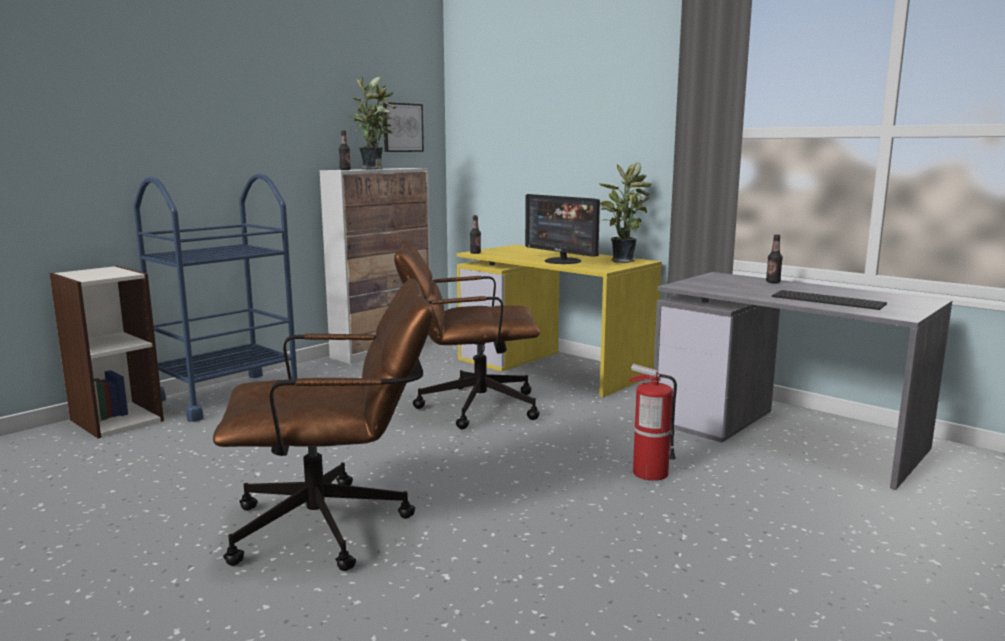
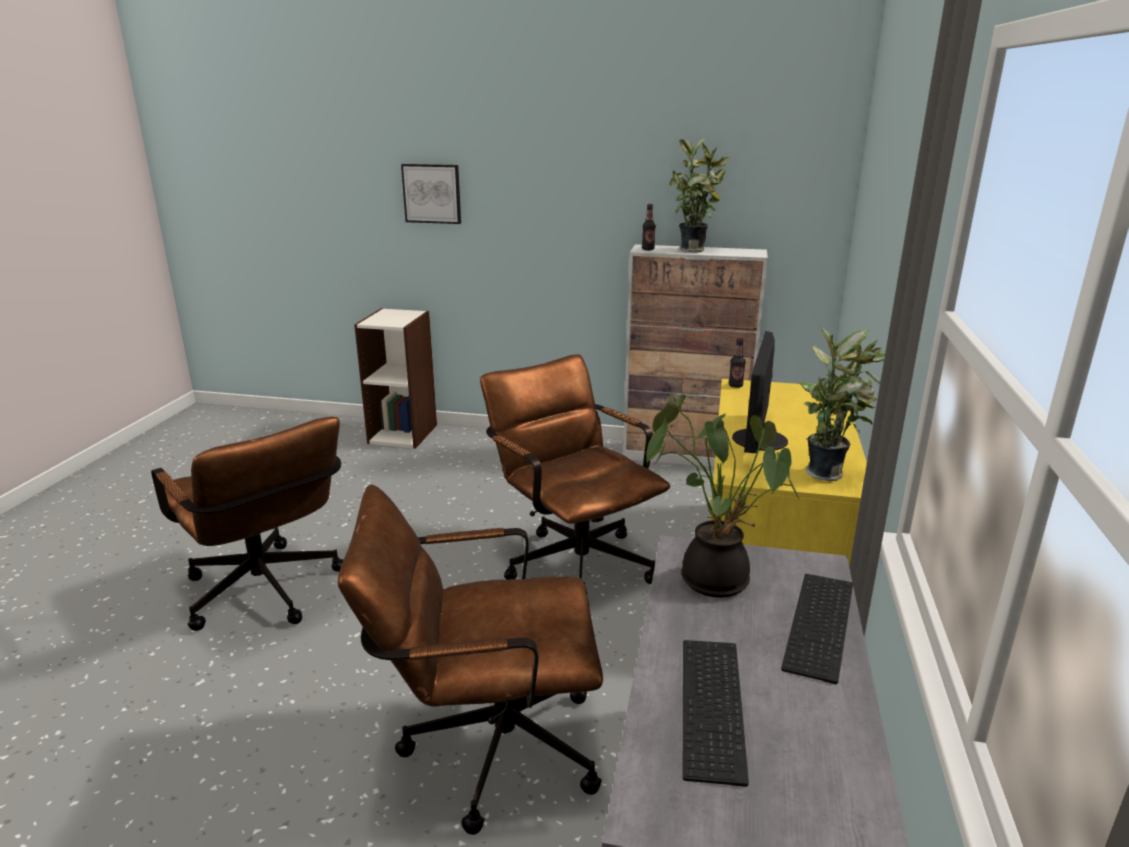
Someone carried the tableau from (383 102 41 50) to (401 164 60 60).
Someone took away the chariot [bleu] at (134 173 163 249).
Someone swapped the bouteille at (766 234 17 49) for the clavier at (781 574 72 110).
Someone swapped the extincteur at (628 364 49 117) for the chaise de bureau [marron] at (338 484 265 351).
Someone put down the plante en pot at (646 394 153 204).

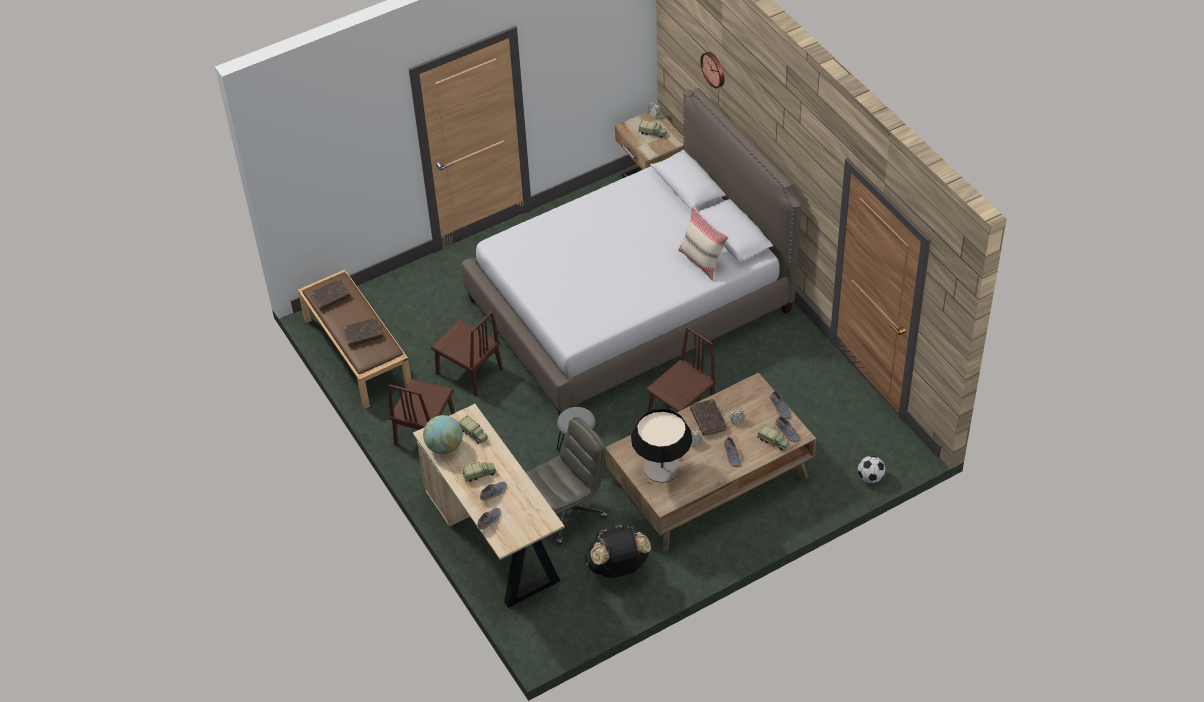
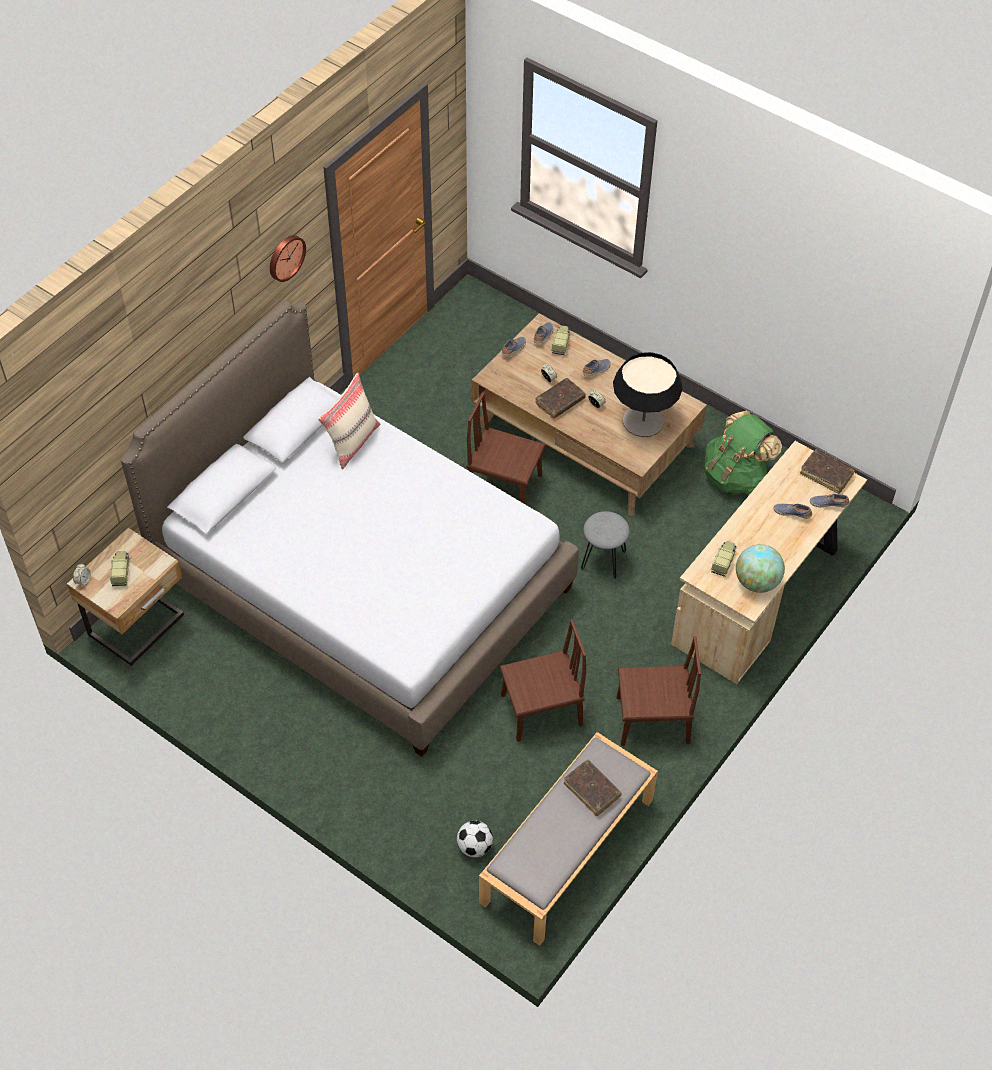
Someone carried the horloge murale from (700 52 25 36) to (270 235 36 47).
Someone repainted the banc [marron] at (298 270 113 139), which became the banc [gris] at (479 732 179 214).
Someone carried the livre [marron] from (309 279 42 32) to (800 449 55 45).
Someone rotated the chaise [marron] at (431 311 72 86) by 60 degrees clockwise.
Someone took away the chaise de bureau [gris] at (526 417 82 128).
Someone carried the ballon de foot from (858 456 27 27) to (457 821 36 36).
Someone took away the camion jouet at (462 462 34 20).
Someone repainted the sac à dos [noir] at (585 525 66 53), which became the sac à dos [vert] at (704 410 78 84).

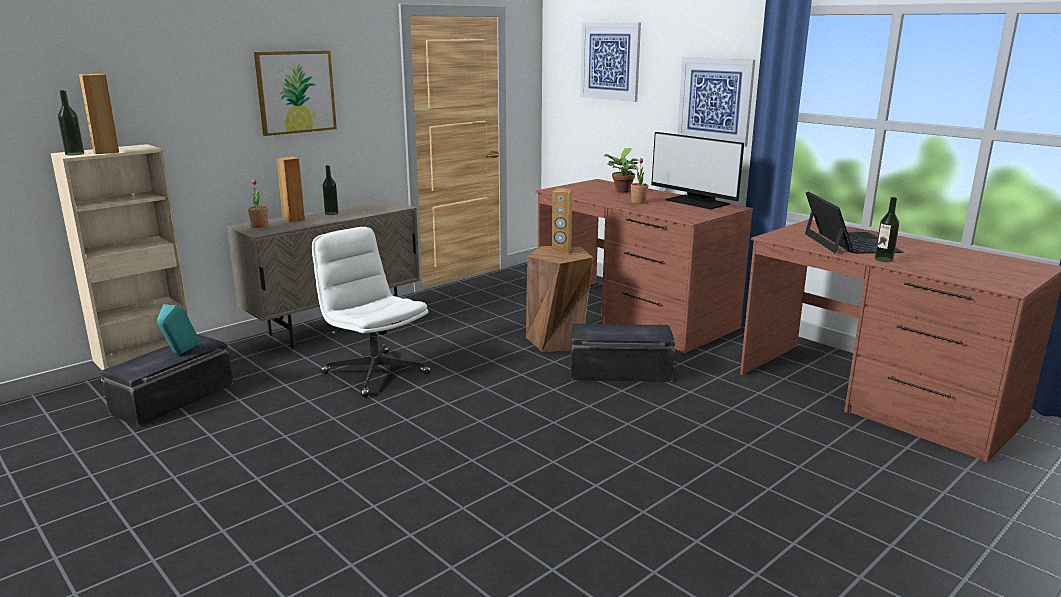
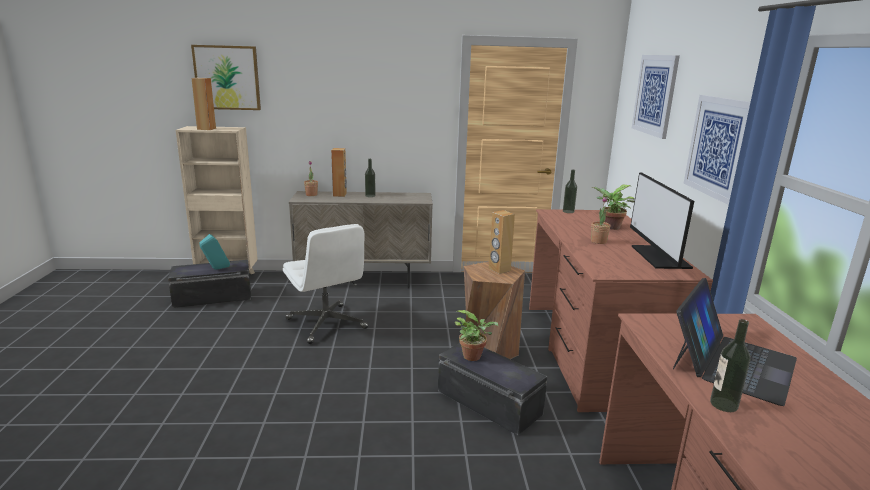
Someone carried the tableau from (254 50 83 86) to (191 45 70 65).
Someone carried the bouteille from (58 90 26 65) to (563 170 14 43).
Someone rotated the chaise de bureau [blanc] at (312 227 119 170) by 150 degrees clockwise.
Someone put down the plante en pot at (455 310 43 51).

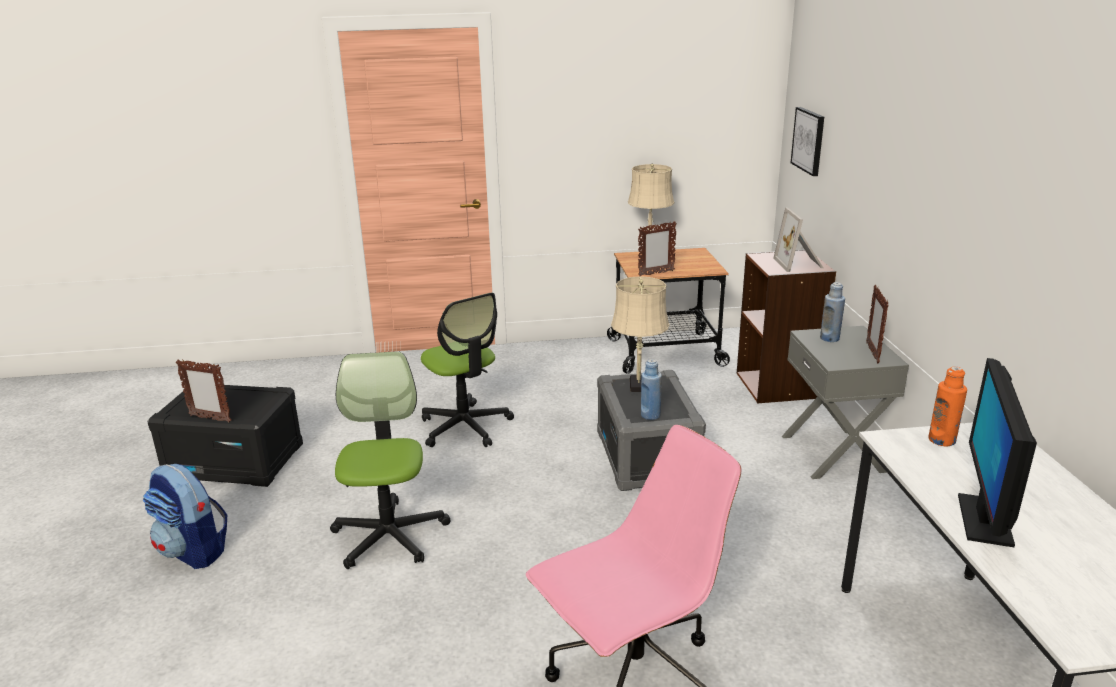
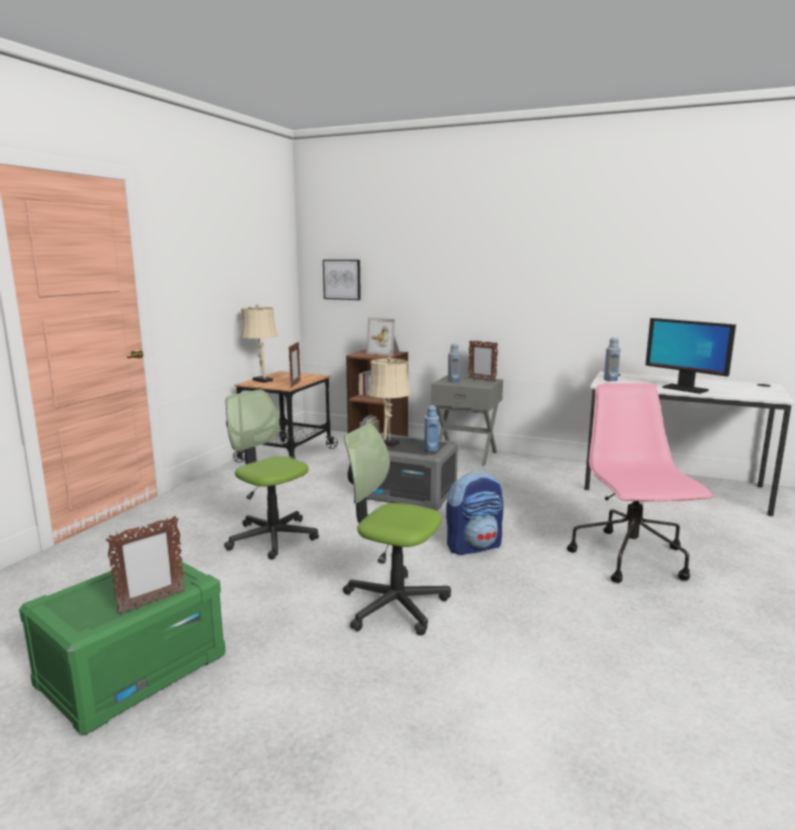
Someone rotated the chaise de bureau at (421 293 93 154) by 135 degrees counterclockwise.
Someone repainted the bouteille [orange] at (928 367 39 80), which became the bouteille [bleu] at (604 338 17 43).
Someone repainted the boîte de rangement [noir] at (147 385 156 102), which became the boîte de rangement [vert] at (19 559 206 176).
Someone carried the sac à dos from (143 464 84 105) to (446 472 58 83).

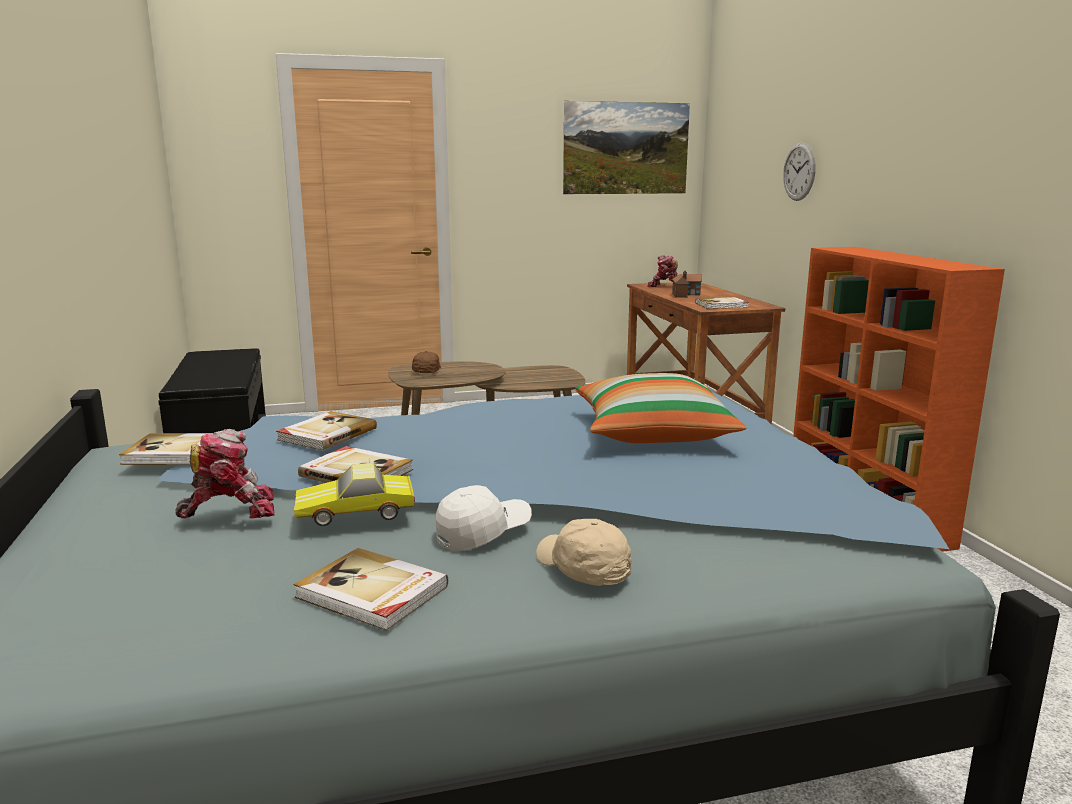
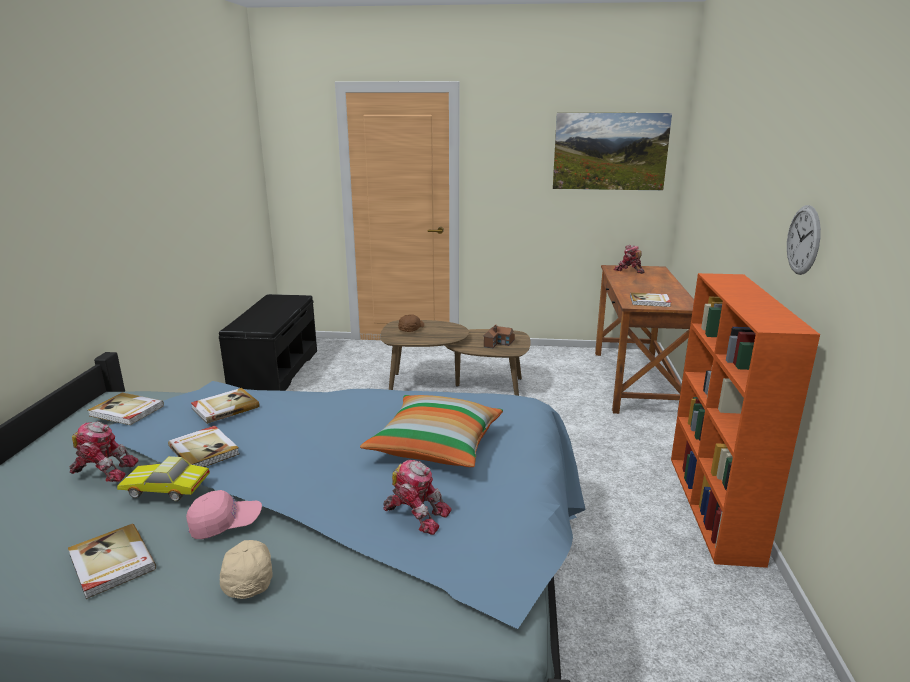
Someone carried the horloge murale from (783 142 33 59) to (787 205 34 70).
Someone carried the maison miniature from (672 271 30 27) to (483 325 32 23).
Someone repainted the casquette [blanc] at (436 485 96 66), which became the casquette [rose] at (186 490 76 49).
Someone put down the robot jouet at (383 460 69 75).

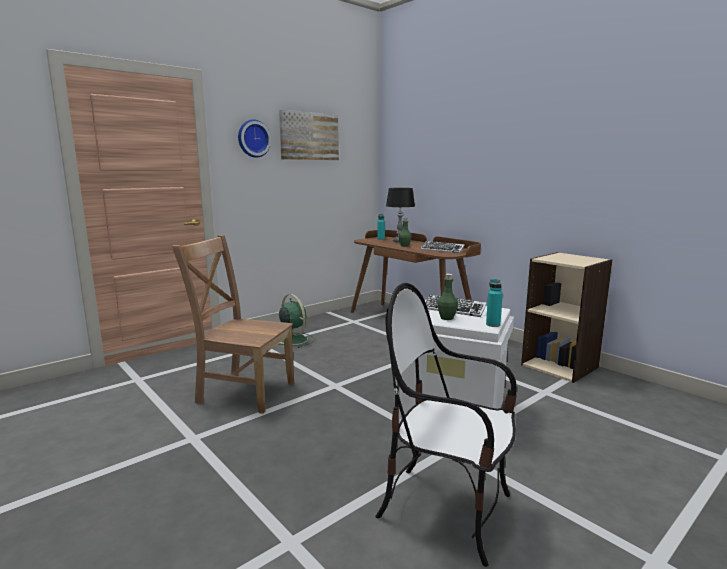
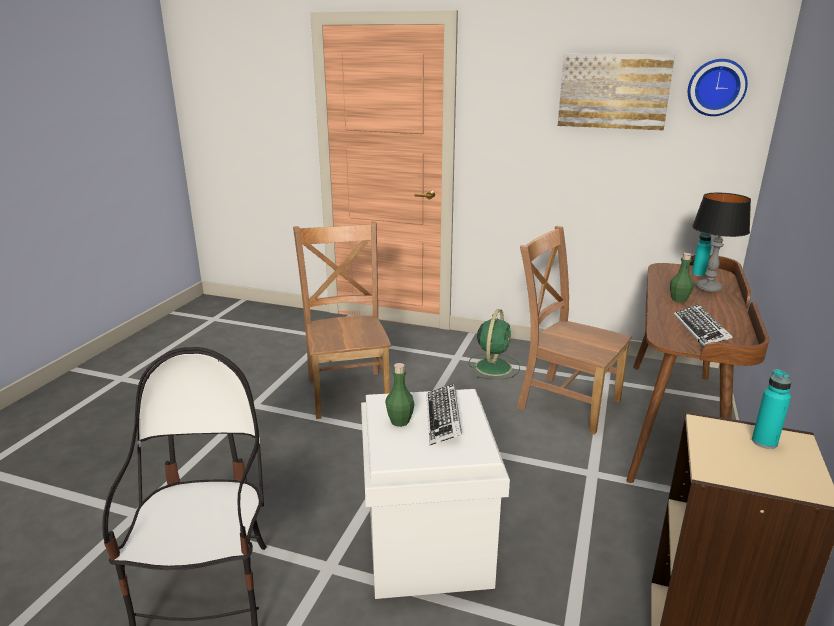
Someone carried the horloge murale from (238 119 33 39) to (688 59 60 57).
Someone carried the bouteille [turquoise] from (486 279 17 48) to (752 369 39 80).
Someone put down the chaise [marron] at (517 226 115 209).

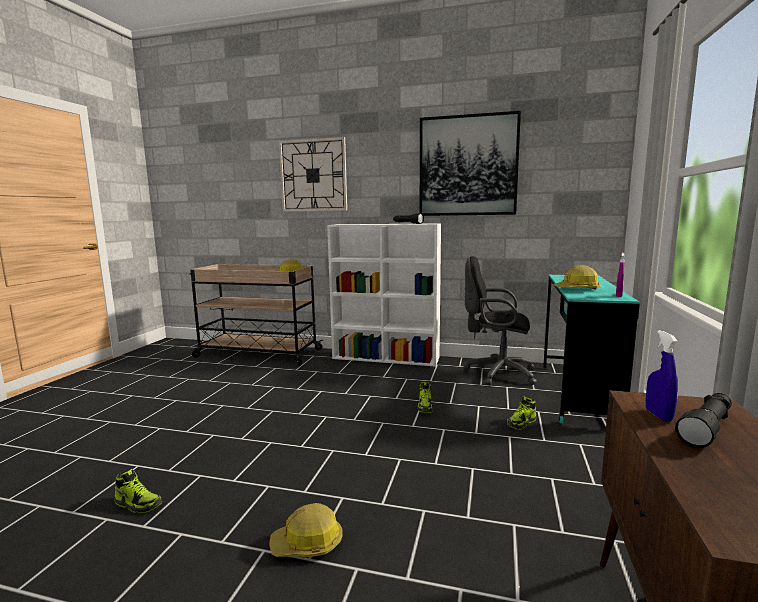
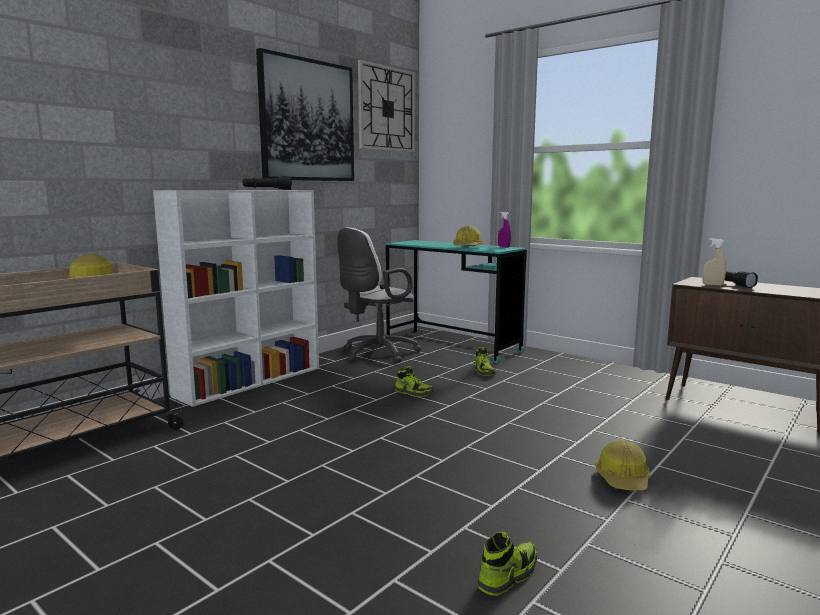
Someone carried the horloge murale from (279 137 68 75) to (358 60 57 92).
Someone repainted the chaise de bureau [noir] at (463 256 74 129), which became the chaise de bureau [blanc] at (337 227 84 136).
Someone repainted the vaporisateur [bleu] at (646 330 32 92), which became the vaporisateur [beige] at (702 238 24 48).

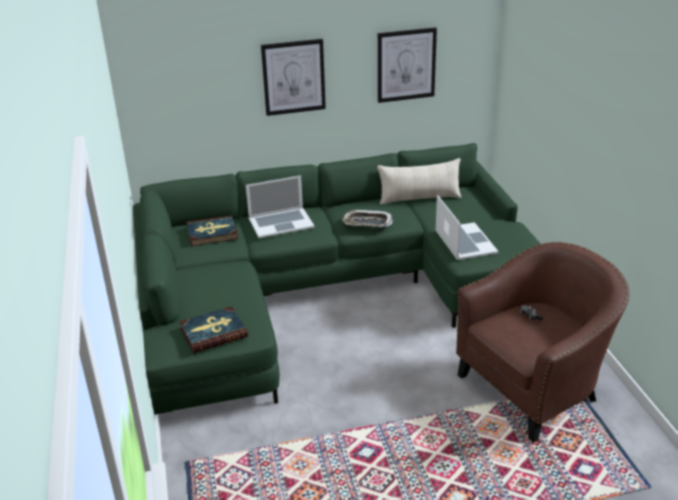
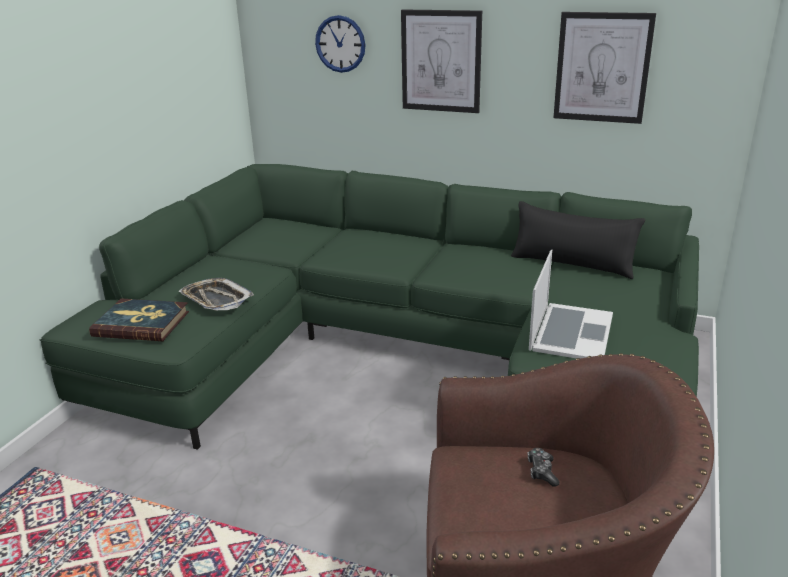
Someone repainted the coussin [beige] at (377 158 84 46), which became the coussin [noir] at (511 201 134 78).
Someone took away the ordinateur portable at (246 175 69 63).
Someone carried the plateau from (342 210 51 17) to (179 278 75 33).
Someone took away the livre at (186 215 52 31).
Someone put up the horloge murale at (315 15 50 58).

